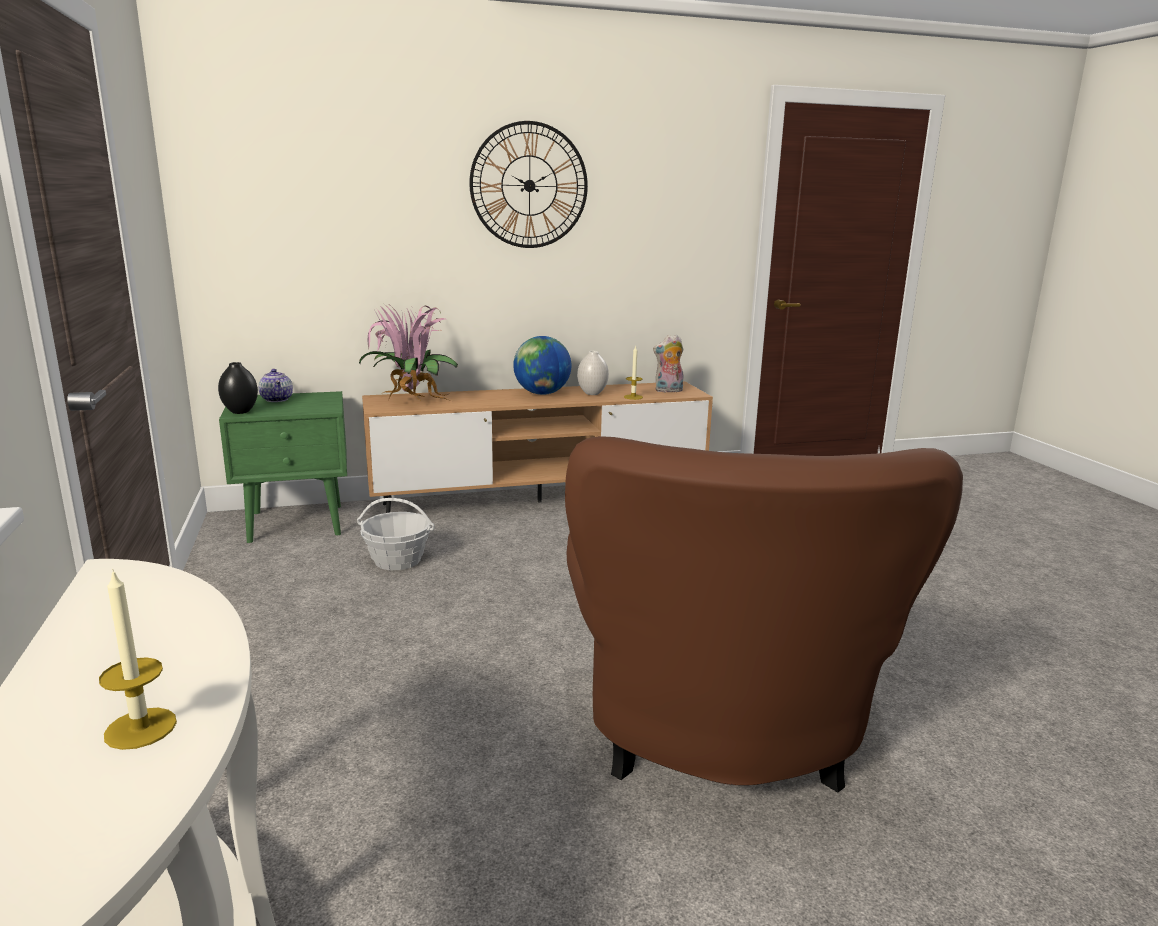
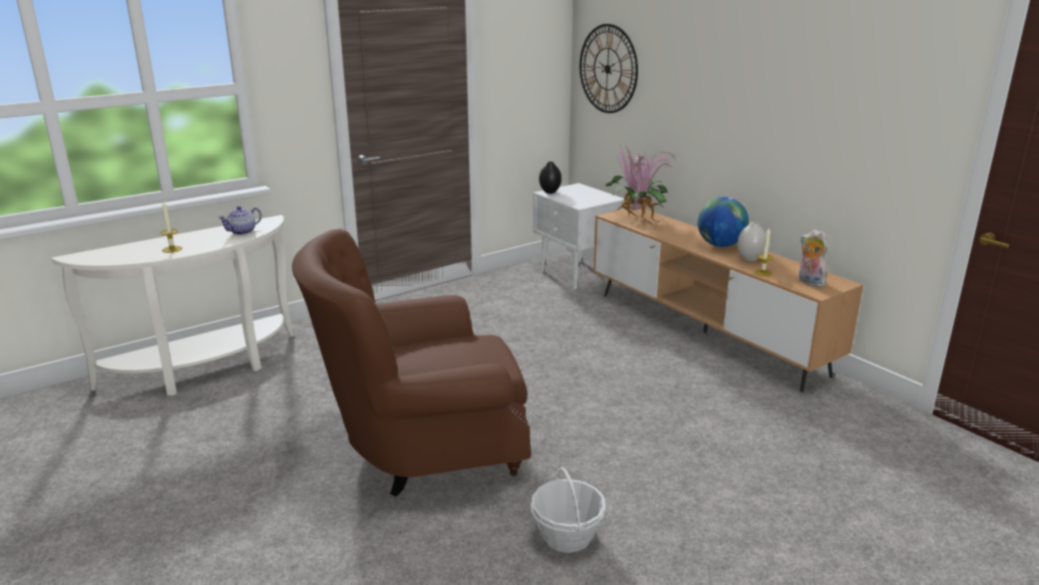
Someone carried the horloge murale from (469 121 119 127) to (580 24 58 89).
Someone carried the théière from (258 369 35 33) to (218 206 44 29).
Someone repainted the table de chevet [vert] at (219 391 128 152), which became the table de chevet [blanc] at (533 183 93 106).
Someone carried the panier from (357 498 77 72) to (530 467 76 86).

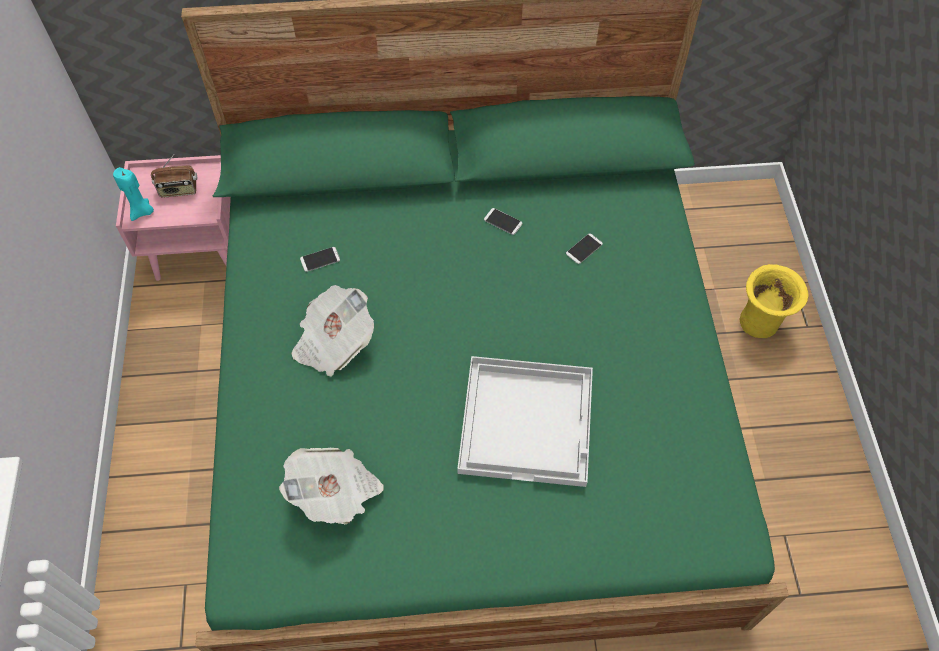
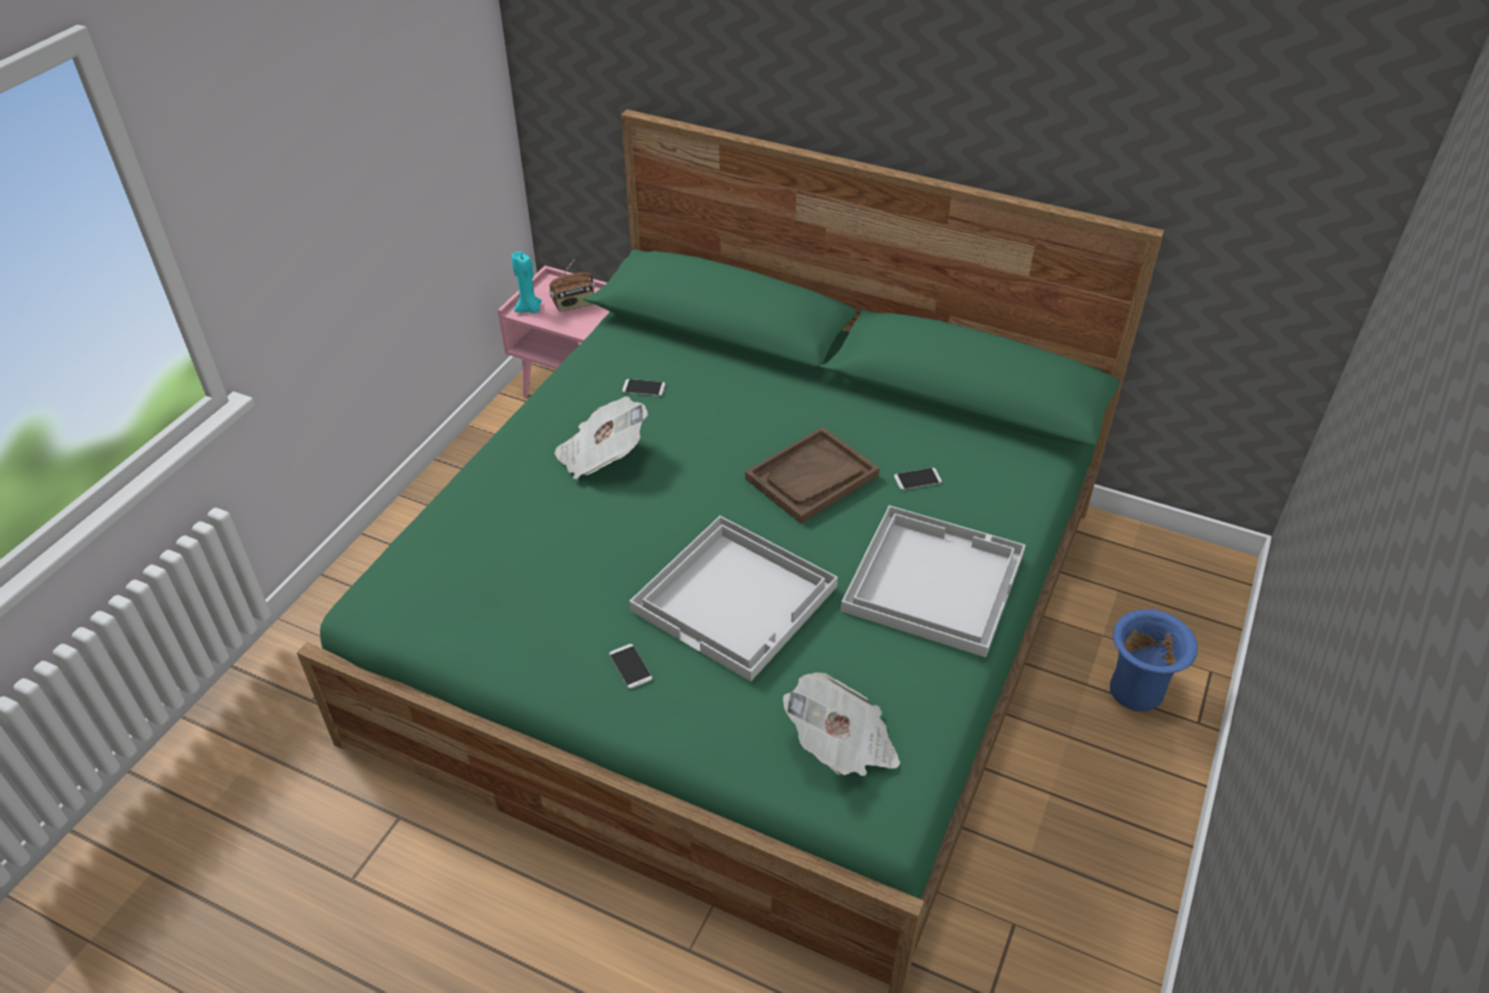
Someone rotated the radio at (151 154 46 44) by 45 degrees counterclockwise.
Someone carried the téléphone from (484 208 39 27) to (609 644 43 45).
Someone repainted the vase [jaune] at (739 264 70 74), which became the vase [bleu] at (1110 609 88 103).
Someone carried the journal from (279 448 105 77) to (783 672 117 104).
Someone put down the plateau [marron] at (745 427 134 97).
Someone put down the plateau [blanc] at (841 505 184 153).

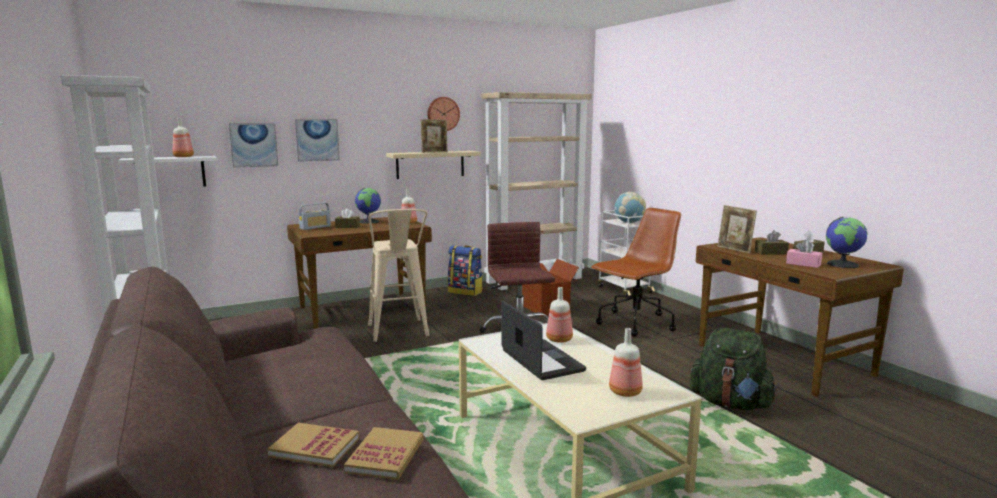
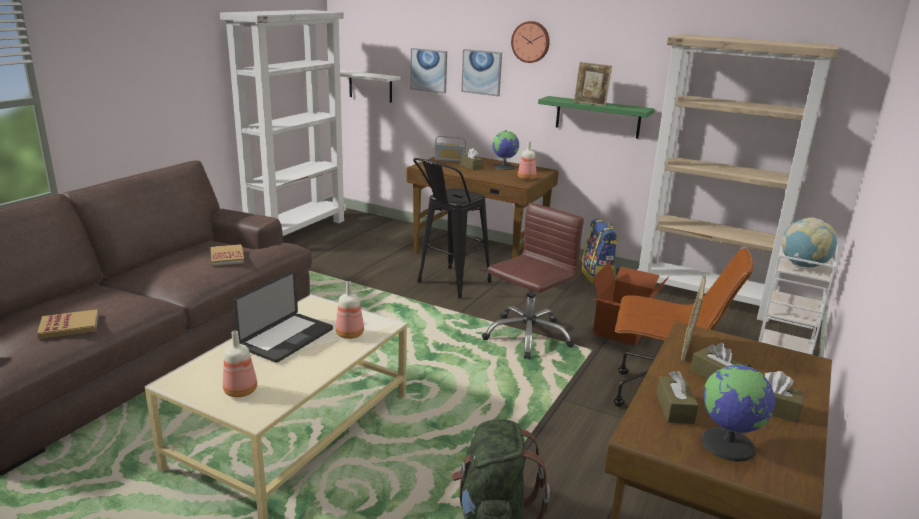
Someone carried the horloge murale from (427 97 33 34) to (511 21 39 42).
Someone took away the bouteille at (173 118 21 39).
Someone repainted the étagère [beige] at (386 151 95 28), which became the étagère [vert] at (538 96 117 43).
Someone repainted the tabouret [beige] at (368 209 61 133), which became the tabouret [noir] at (413 158 79 140).
Someone repainted the boîte à mouchoirs [rose] at (786 240 36 28), which became the boîte à mouchoirs [marron] at (656 371 43 53).
Someone carried the livre from (268 423 91 44) to (211 244 33 22).

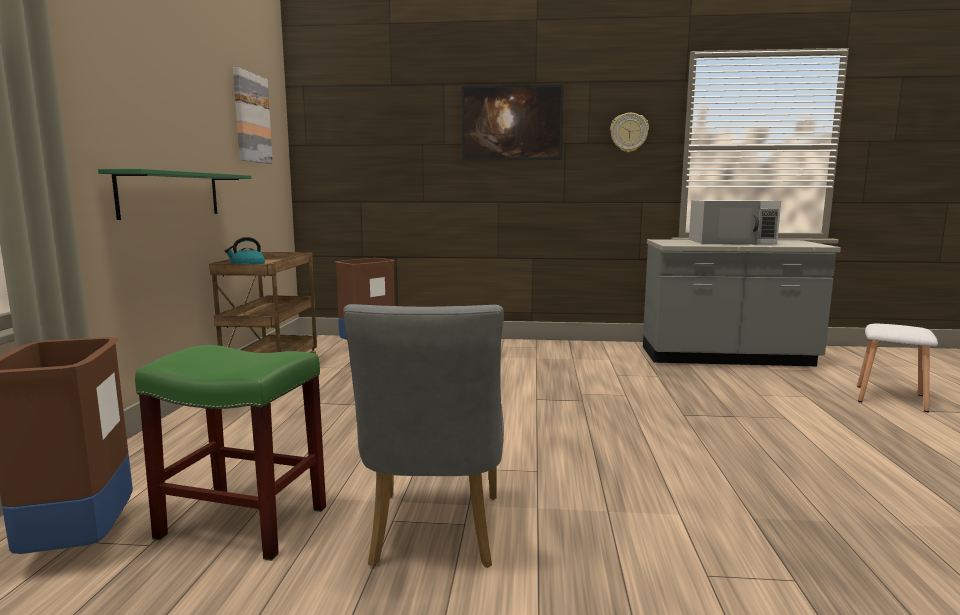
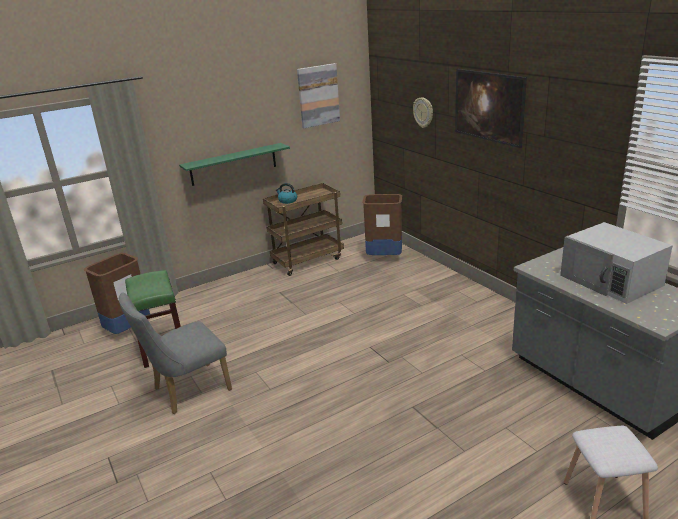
Someone carried the horloge murale from (610 113 39 39) to (413 97 20 31).

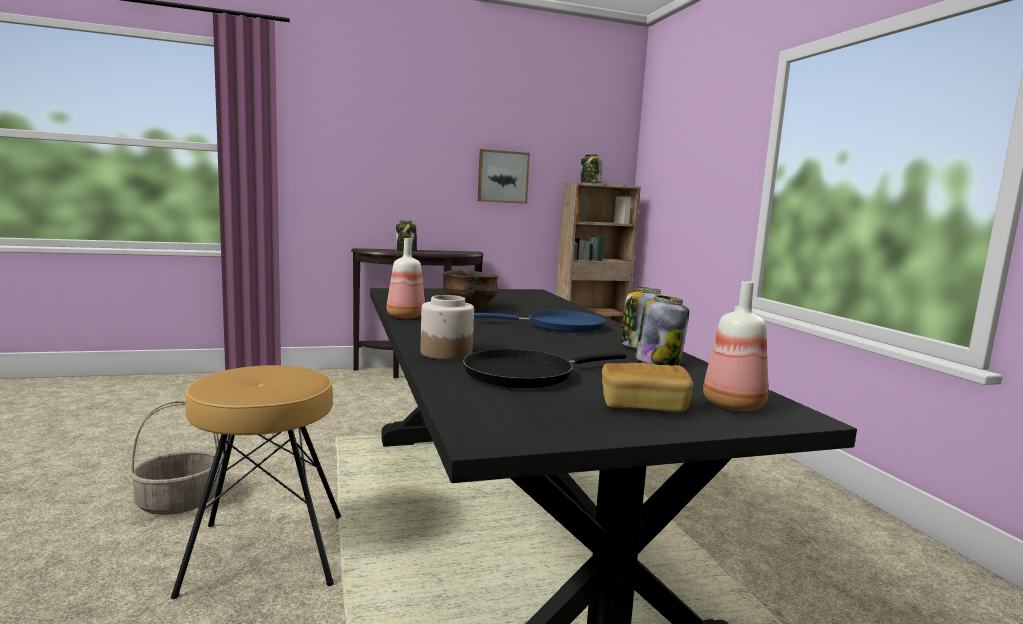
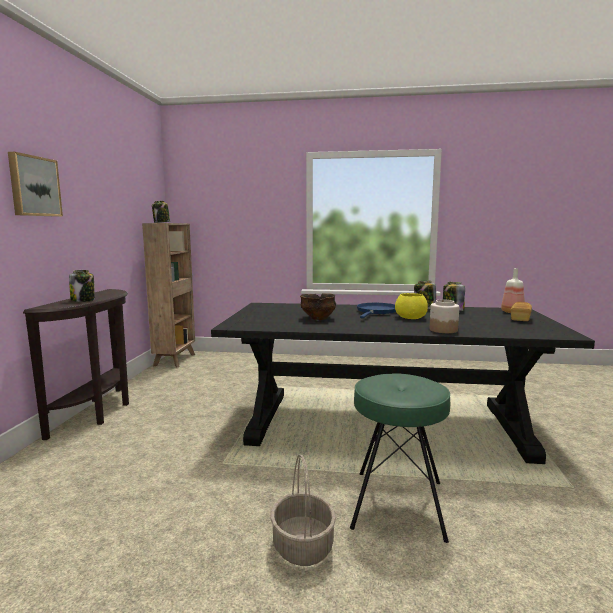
Someone carried the tableau from (478 149 52 55) to (8 152 55 65).
Someone took away the bouteille at (387 238 38 80).
Someone took away the poêle [noir] at (463 349 163 39).
Someone repainted the tabouret [marron] at (171 365 170 234), which became the tabouret [vert] at (350 374 100 169).
Someone put down the bol [jaune] at (395 293 33 26).

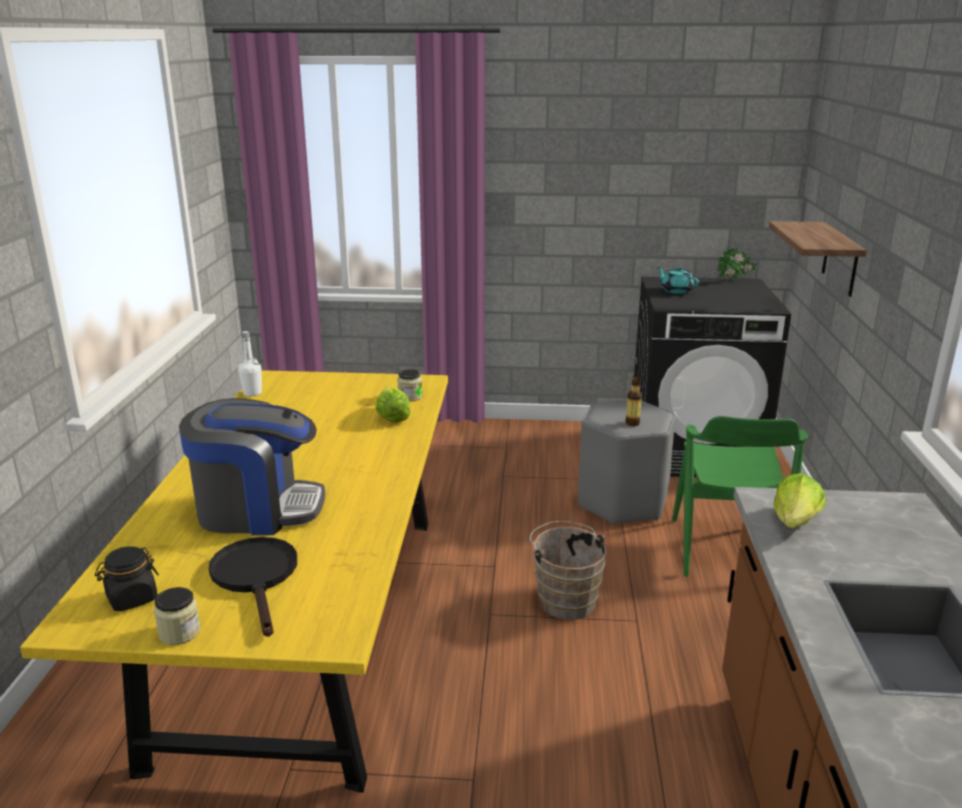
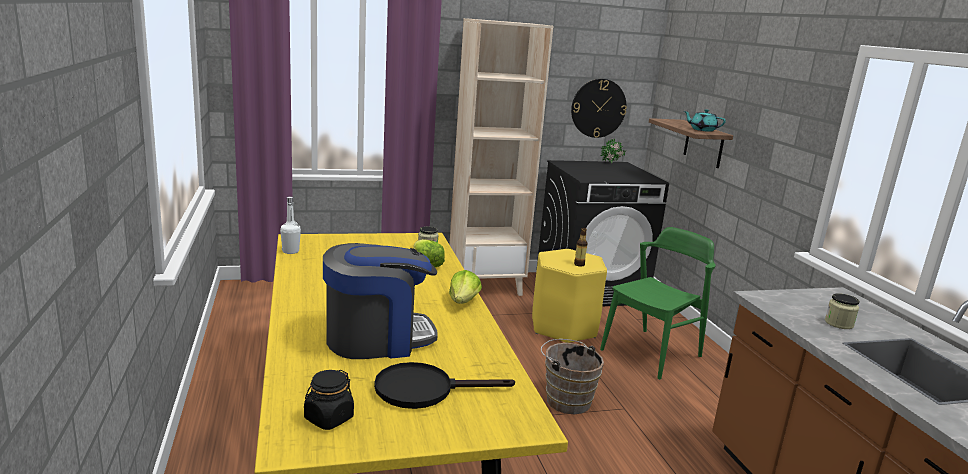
Someone carried the théière [turquoise] from (657 267 42 27) to (684 109 42 23).
Someone repainted the tabouret [gris] at (578 400 97 125), which became the tabouret [jaune] at (532 249 75 94).
Someone rotated the chaise [vert] at (672 416 136 161) by 120 degrees counterclockwise.
Someone carried the laitue from (773 473 53 55) to (449 270 33 34).
Someone rotated the poêle [noir] at (209 537 88 100) by 60 degrees counterclockwise.
Someone carried the bocal from (154 587 47 58) to (825 293 35 36).
Someone put down the bibliothèque [beige] at (449 18 104 278).
Someone put up the horloge murale at (571 79 56 59).

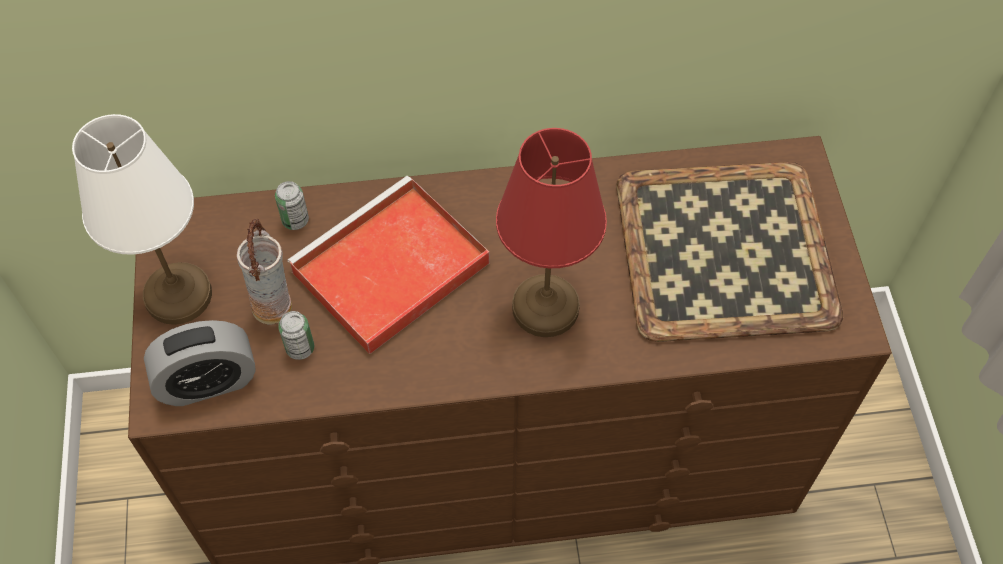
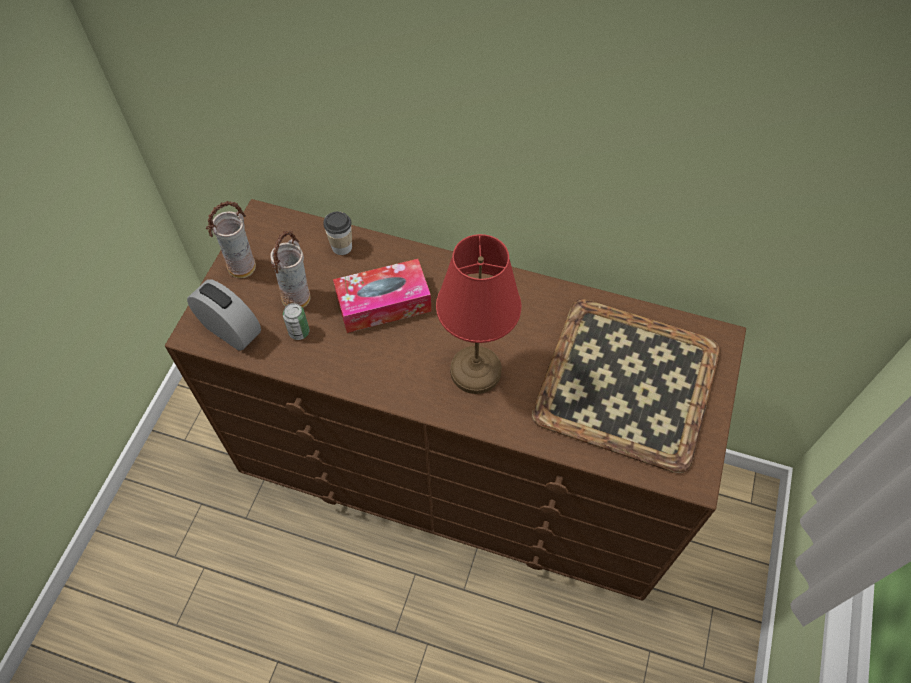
Someone swapped the lampe de table [blanc] at (72 114 140 211) for the vase at (206 201 50 77).
Someone swapped the plateau [rouge] at (287 176 203 178) for the boîte à mouchoirs at (333 259 99 74).
Someone swapped the boîte métallique at (275 181 34 49) for the tasse at (324 212 28 43).
Someone rotated the réveil at (144 320 112 86) by 150 degrees counterclockwise.

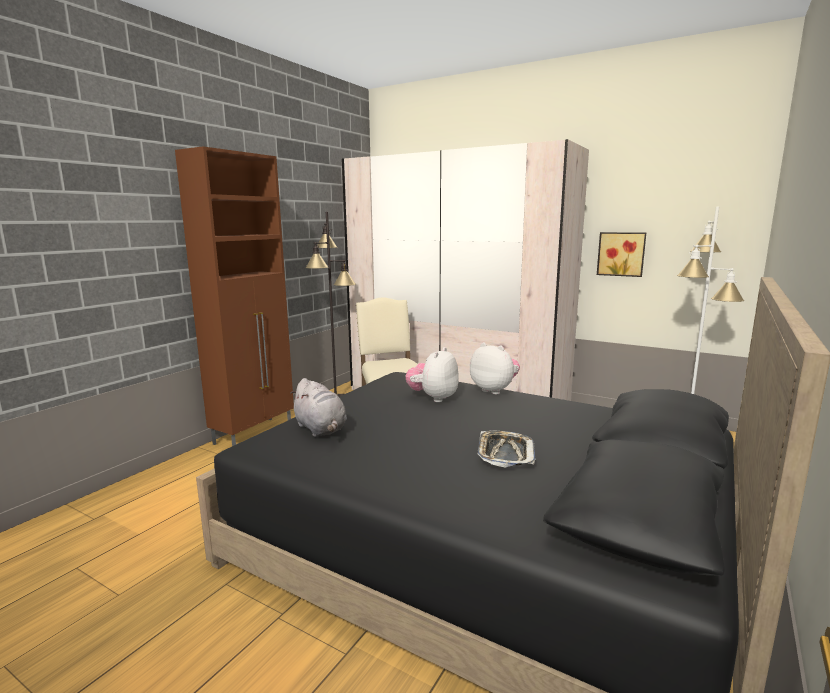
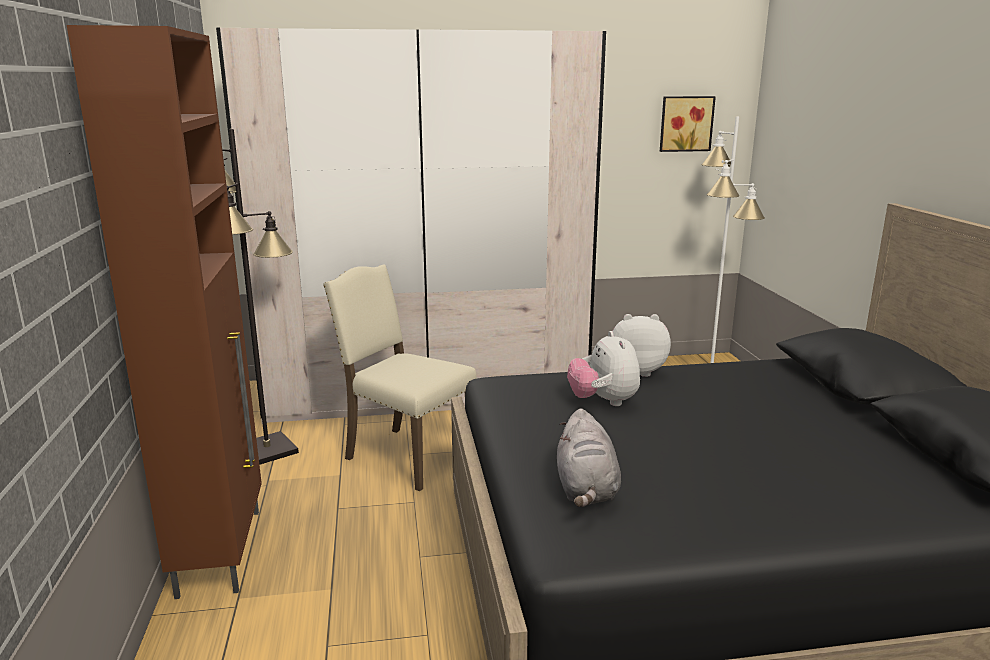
Someone carried the tableau from (597 232 49 45) to (660 96 56 56).
Someone rotated the peluche [gris] at (290 378 57 59) by 75 degrees clockwise.
Someone took away the plateau at (477 430 59 38).

